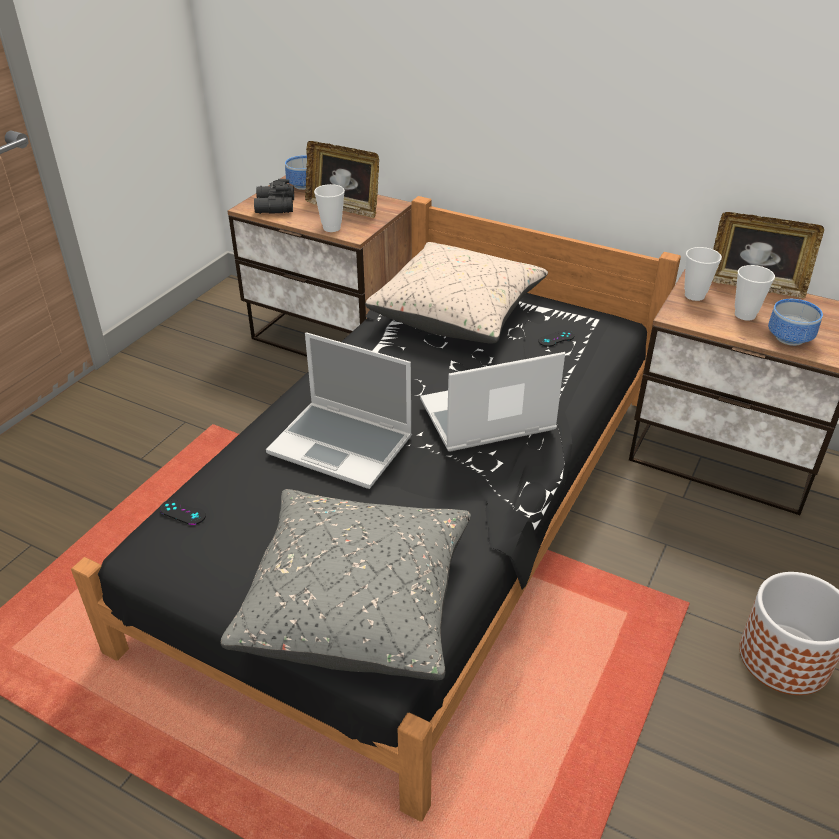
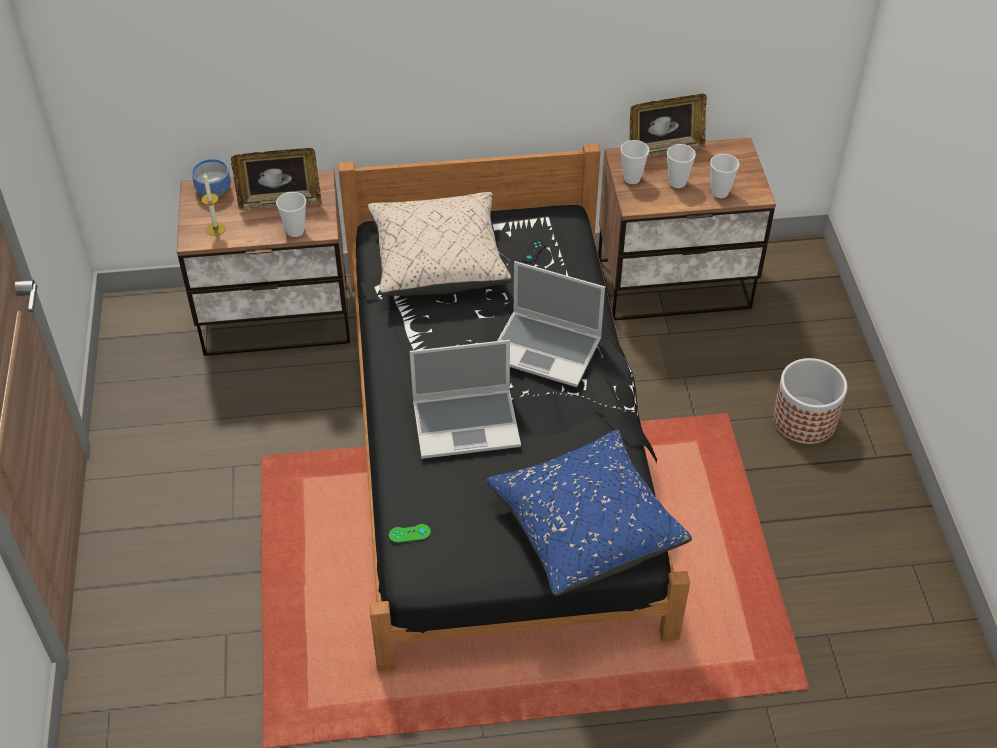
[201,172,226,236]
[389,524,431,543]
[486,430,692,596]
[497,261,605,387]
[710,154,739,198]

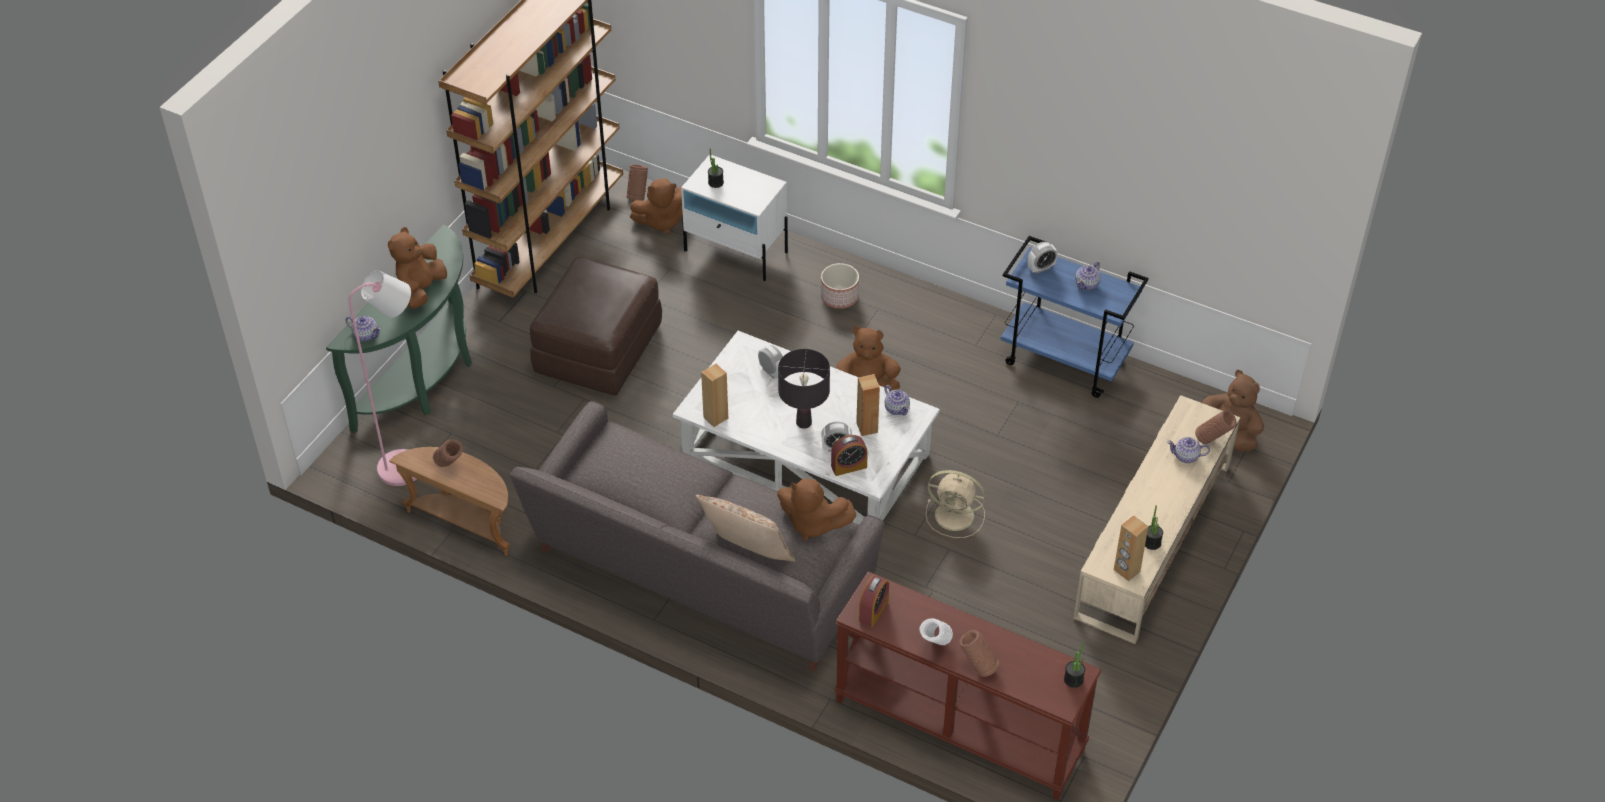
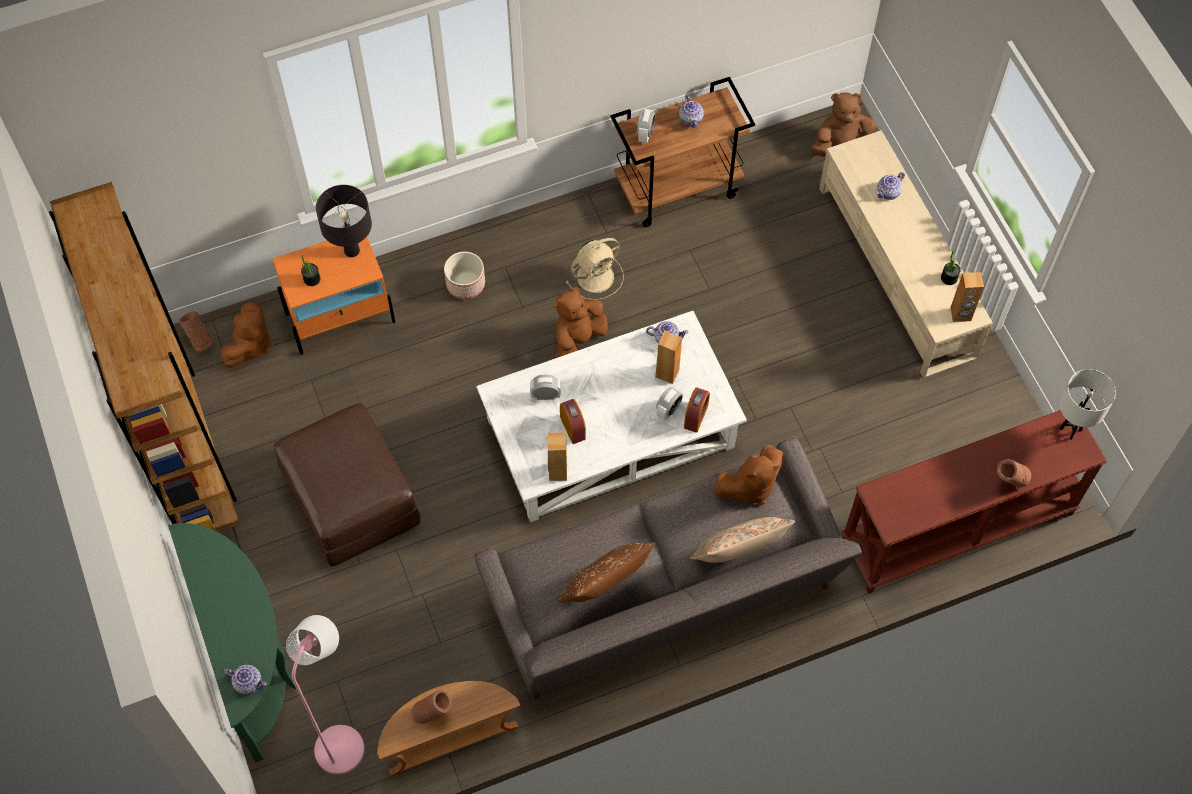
[223,665,267,695]
[272,237,395,355]
[316,185,372,257]
[559,542,655,602]
[560,399,586,444]
[566,238,624,300]
[611,77,755,227]
[1059,369,1116,440]
[388,227,447,309] (first image)
[919,618,953,645] (first image)
[1195,410,1237,444] (first image)

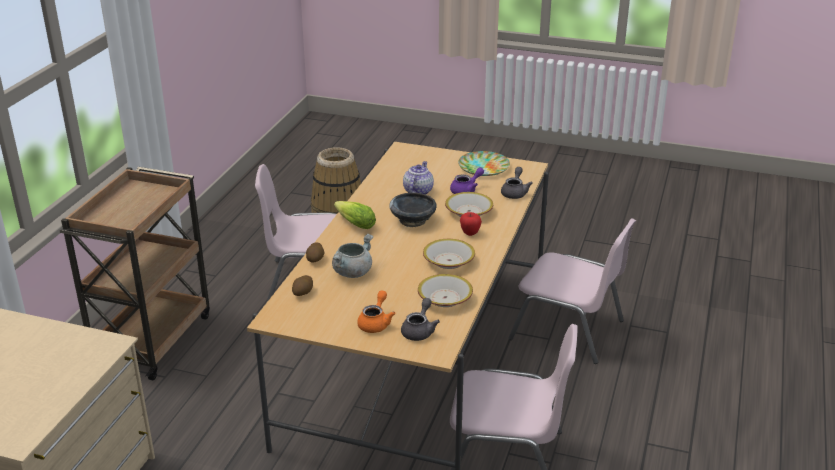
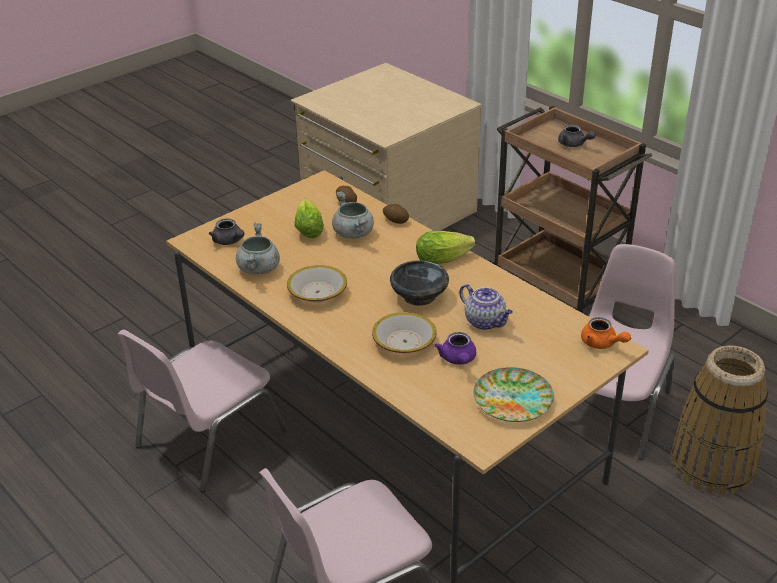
[236,223,280,274]
[294,198,324,238]
[558,124,596,147]
[581,317,631,349]
[460,212,482,236] (first image)

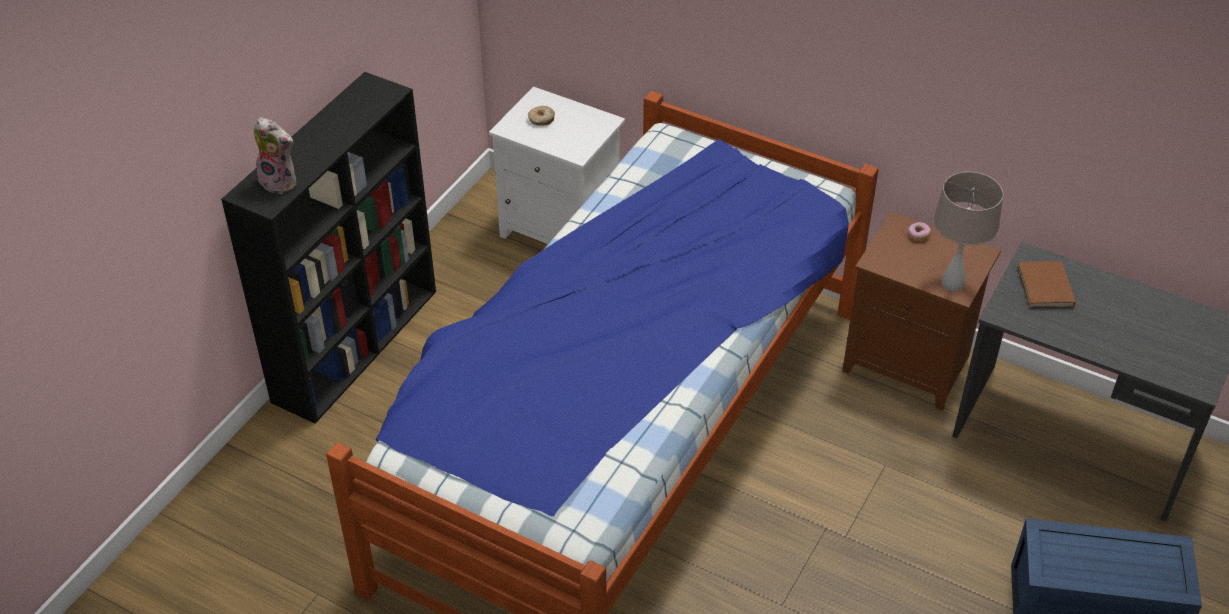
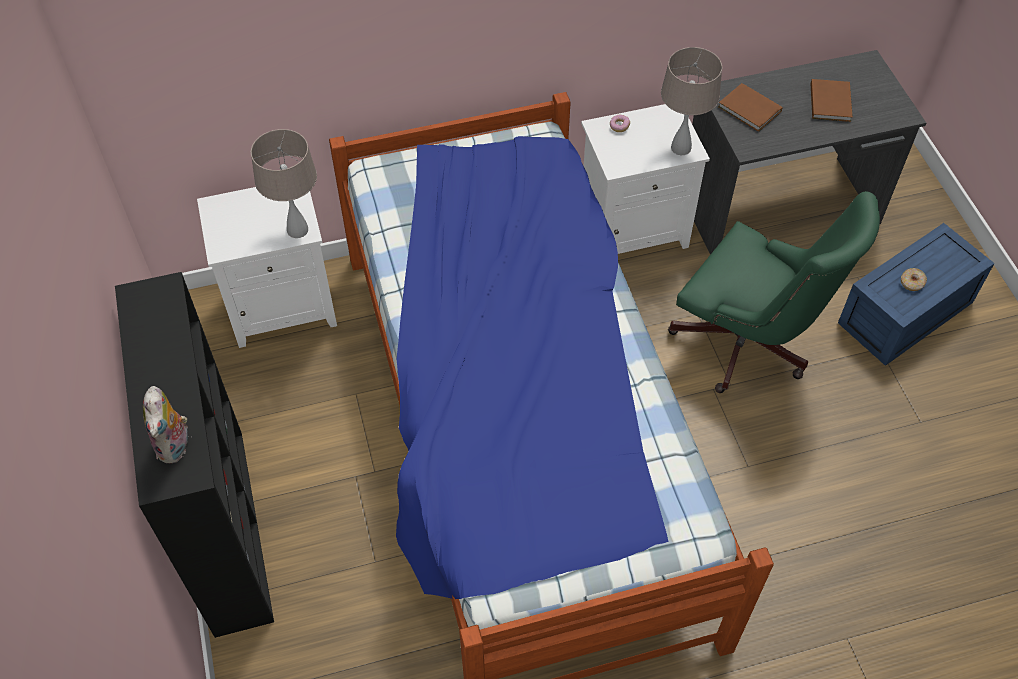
[143,386,188,464]
[251,129,317,238]
[581,104,710,254]
[668,191,880,393]
[811,79,853,122]
[901,268,927,291]

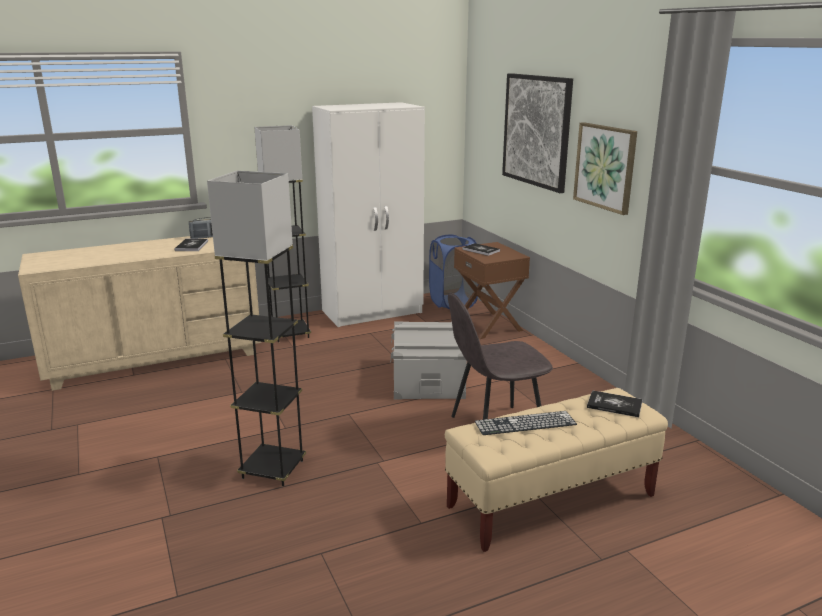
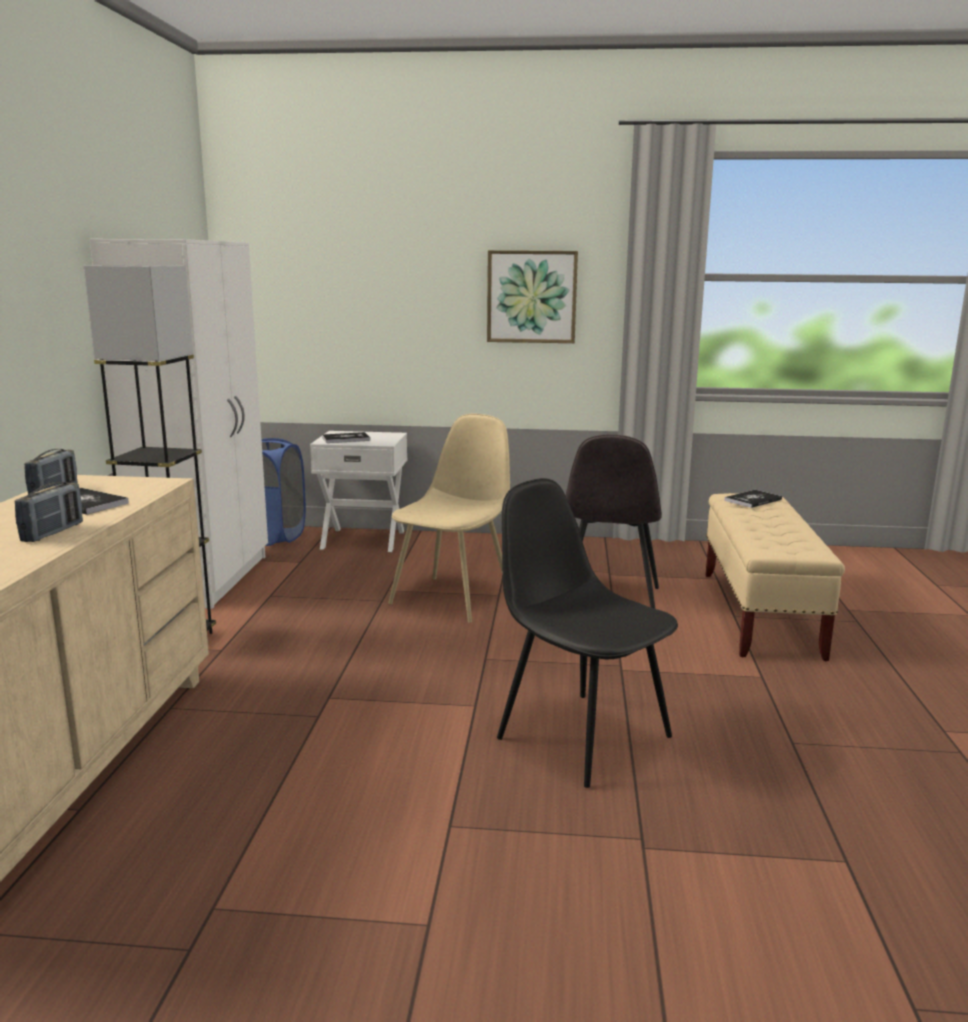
[14,482,83,542]
[310,431,407,552]
[388,414,510,623]
[497,478,678,788]
[475,411,577,435] (first image)
[502,73,573,193] (first image)

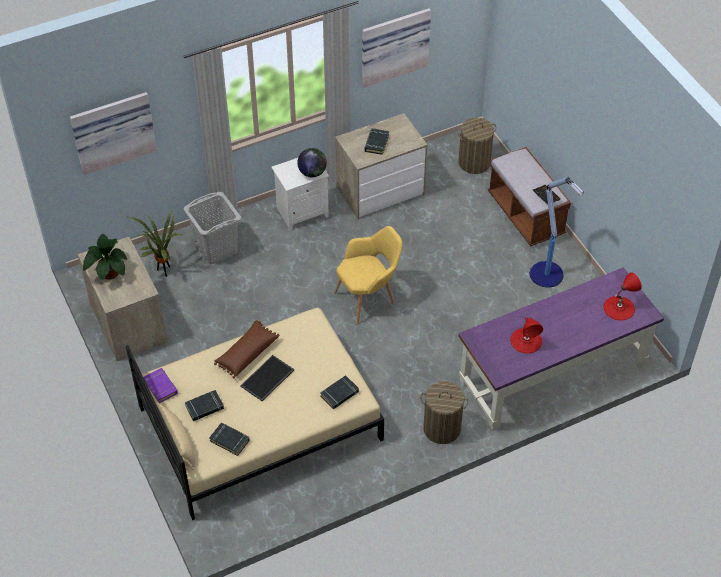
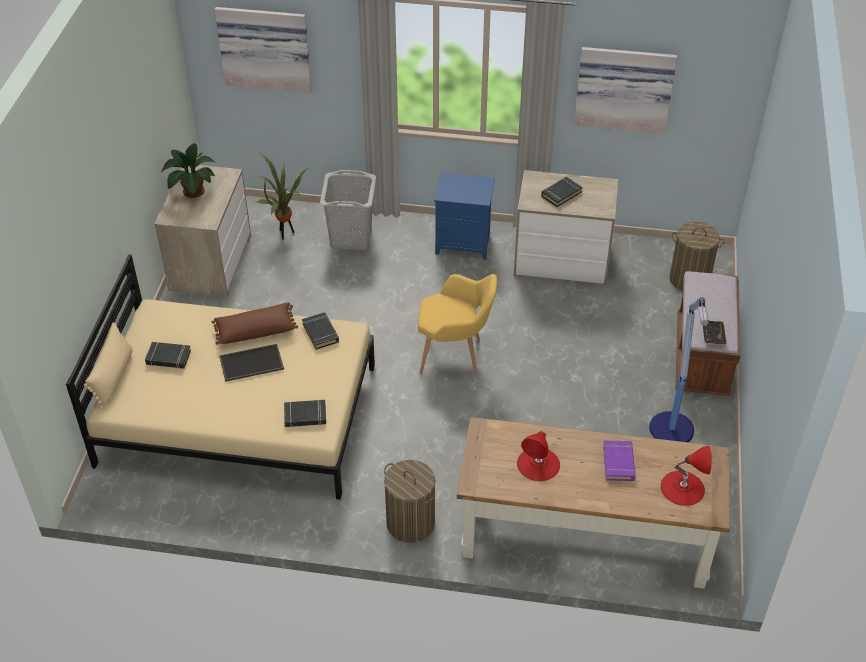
[302,312,339,350]
[434,173,495,260]
[457,417,730,589]
[603,441,636,481]
[297,148,327,177] (first image)

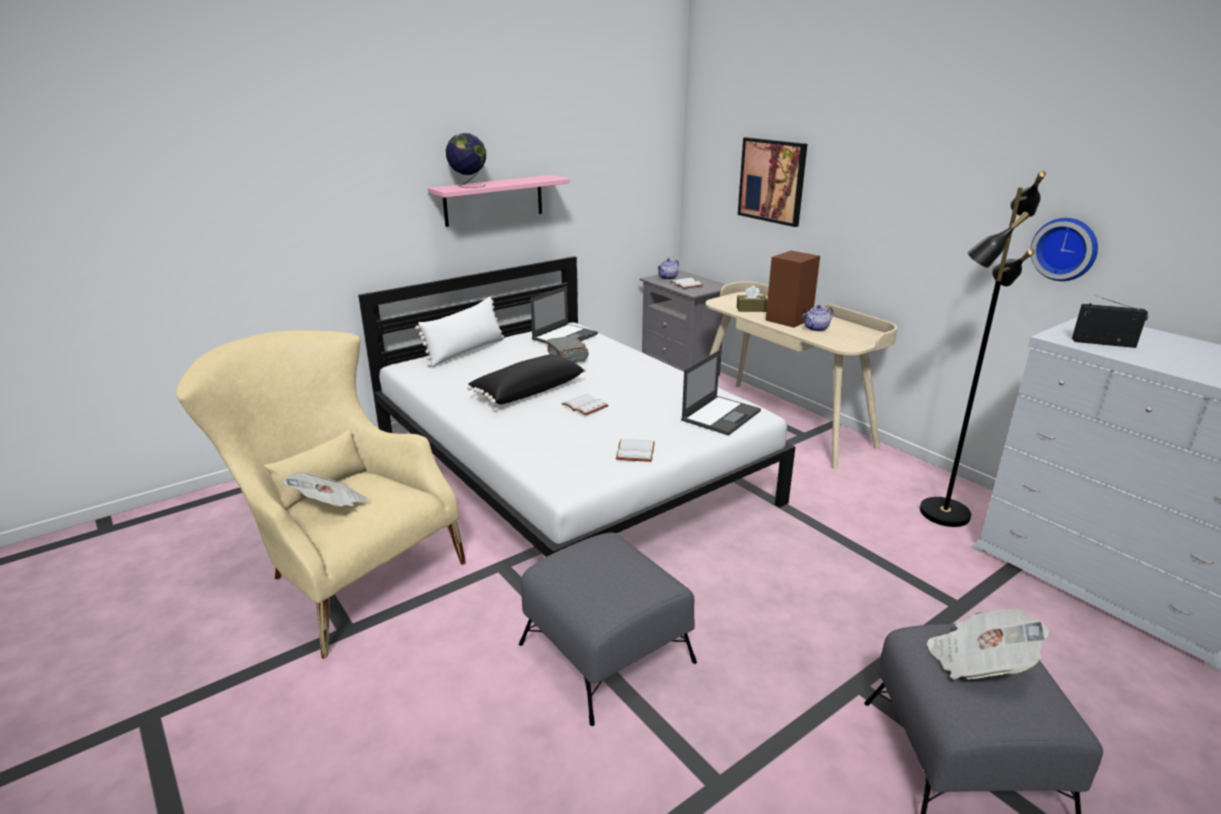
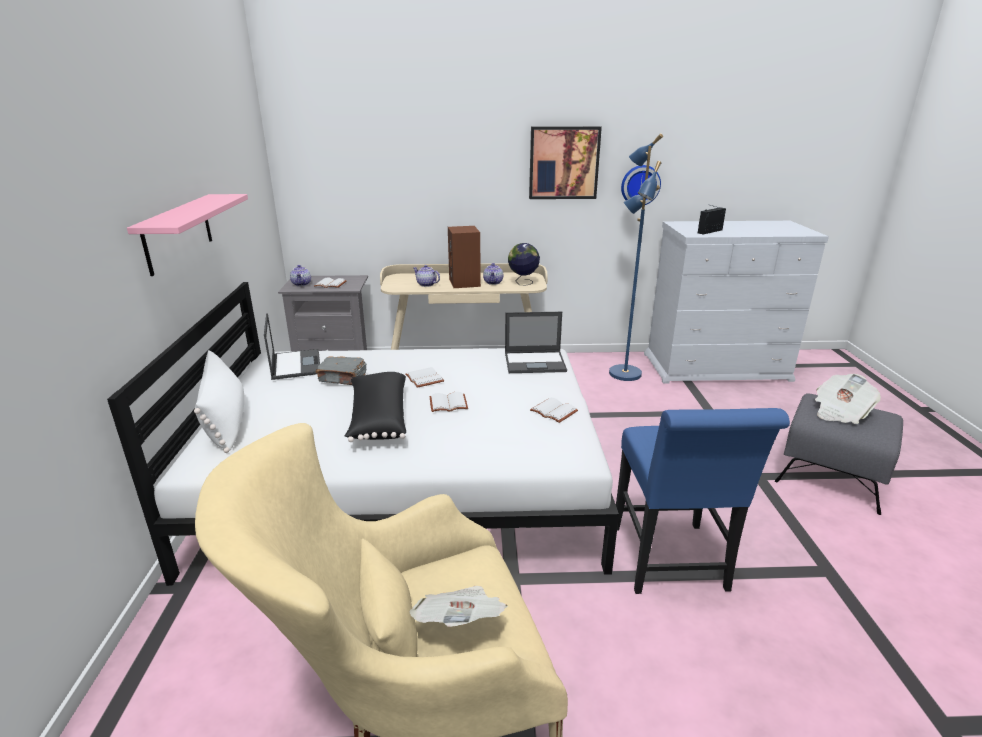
[405,367,444,388]
[413,265,440,287]
[505,312,567,373]
[508,243,540,285]
[529,126,602,199]
[609,133,663,381]
[616,408,790,594]

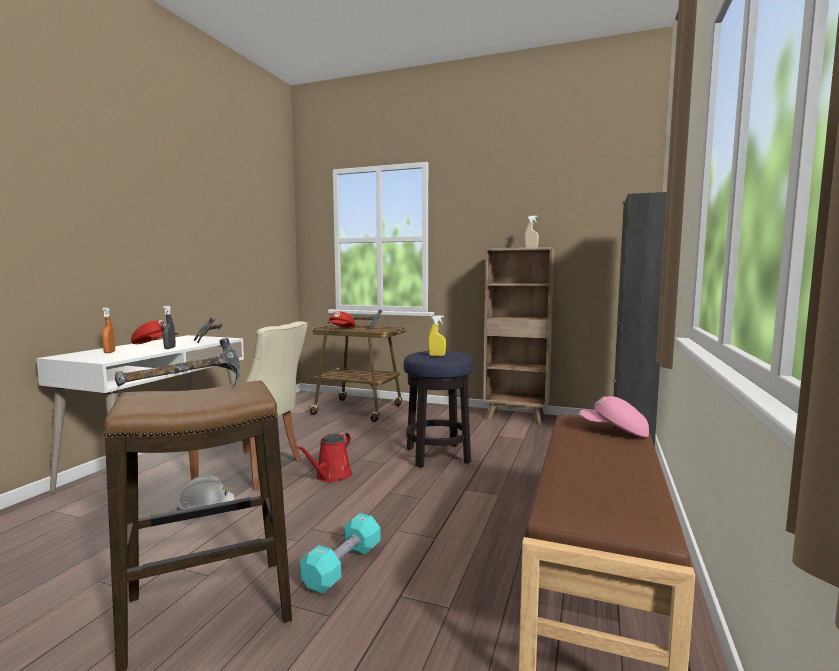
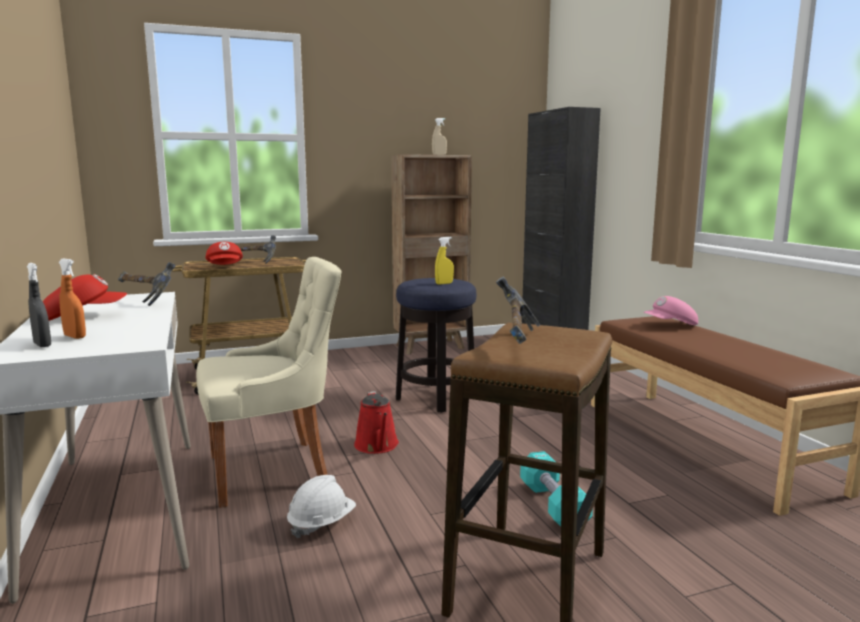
[27,263,51,347]

